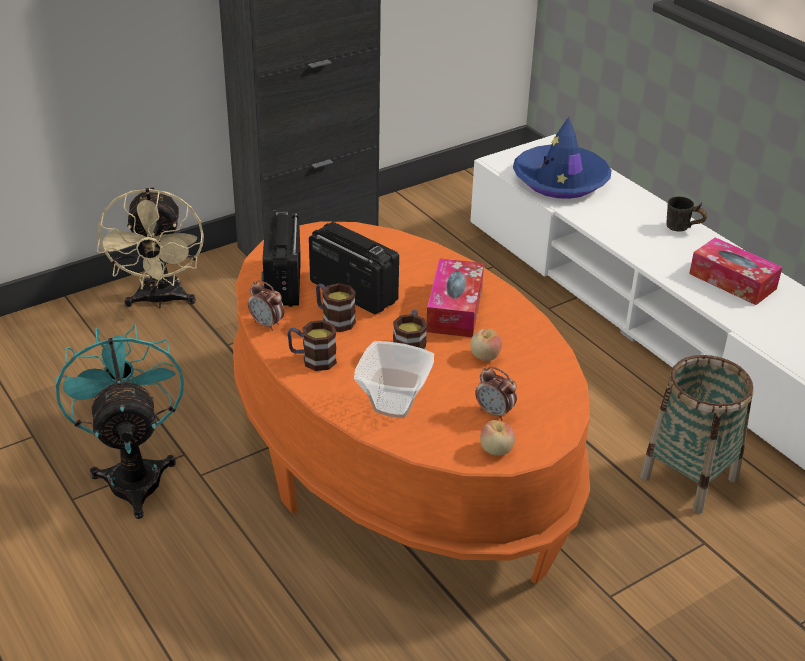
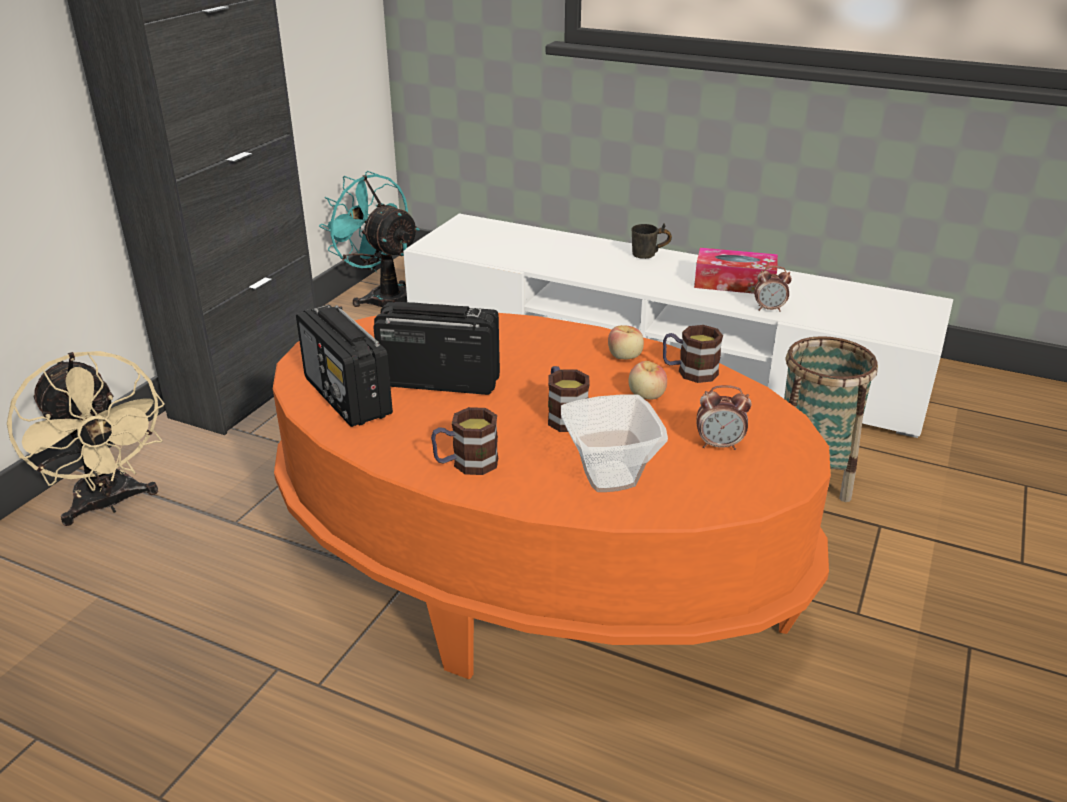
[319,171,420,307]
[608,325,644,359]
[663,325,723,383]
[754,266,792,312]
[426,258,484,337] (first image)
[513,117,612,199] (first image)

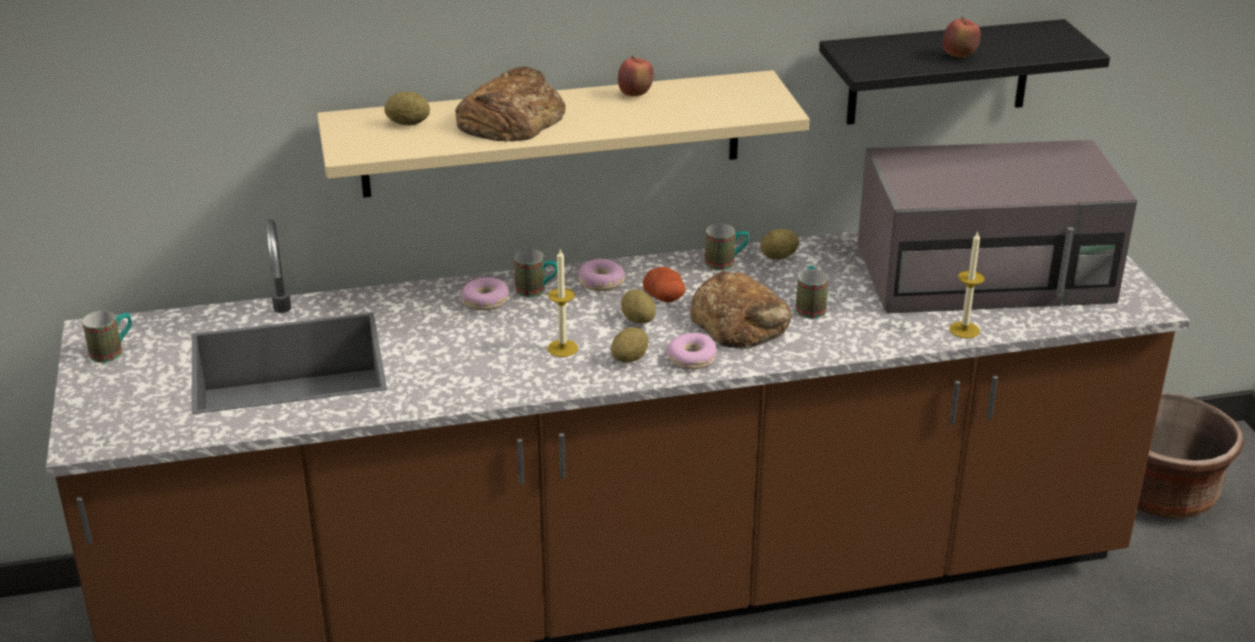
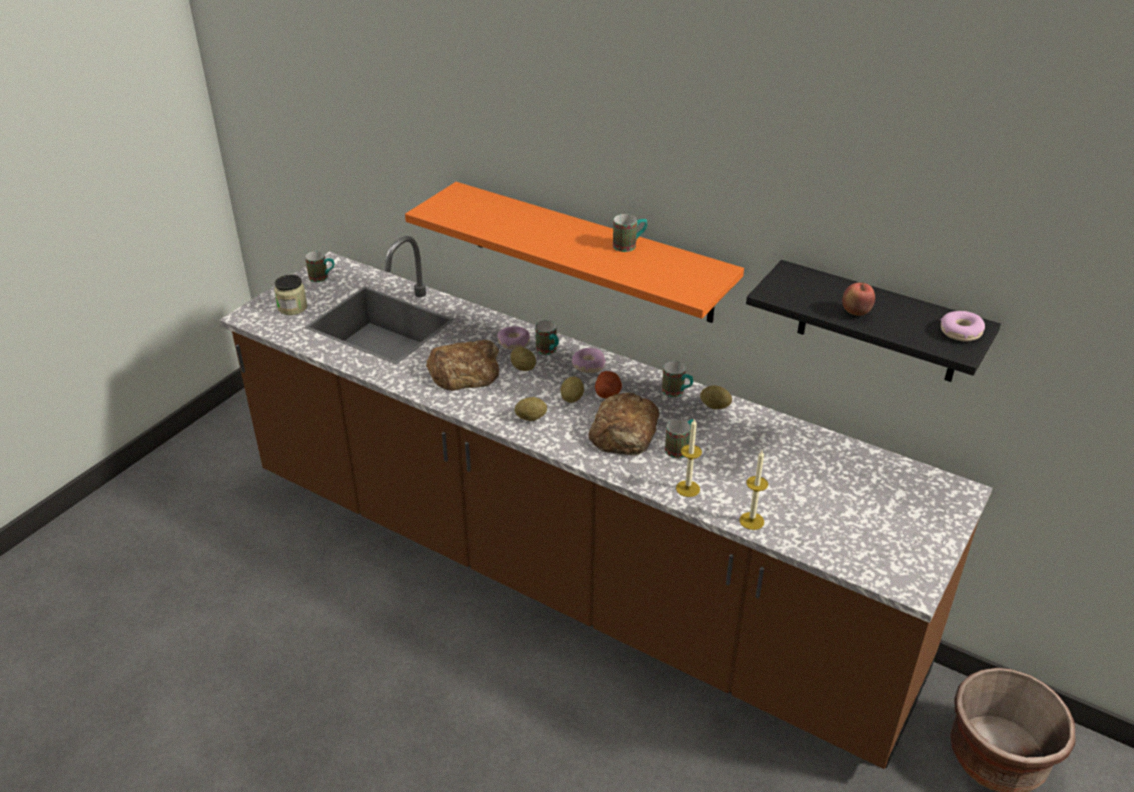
[274,275,307,315]
[405,182,744,323]
[426,340,499,391]
[510,347,536,371]
[613,214,647,252]
[676,418,702,497]
[941,311,985,341]
[858,140,1137,314] (first image)

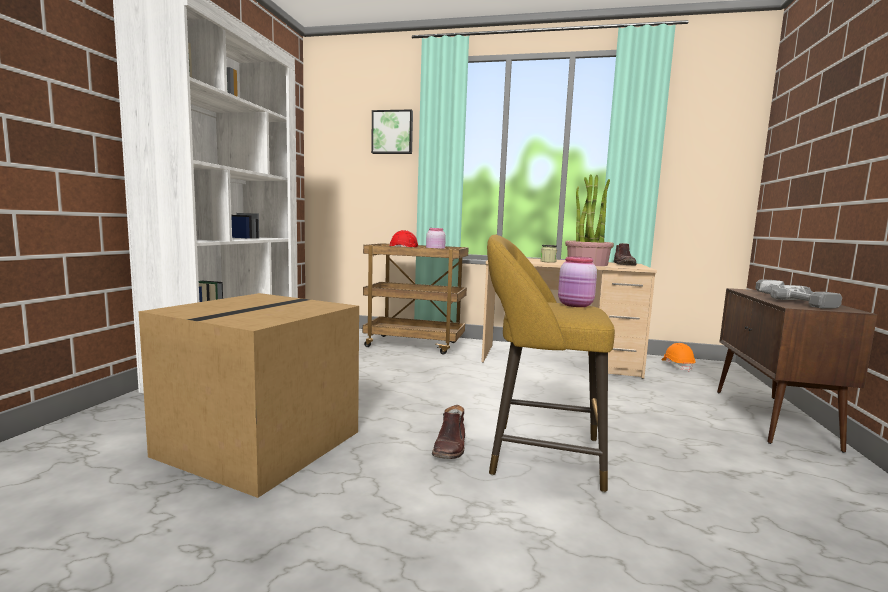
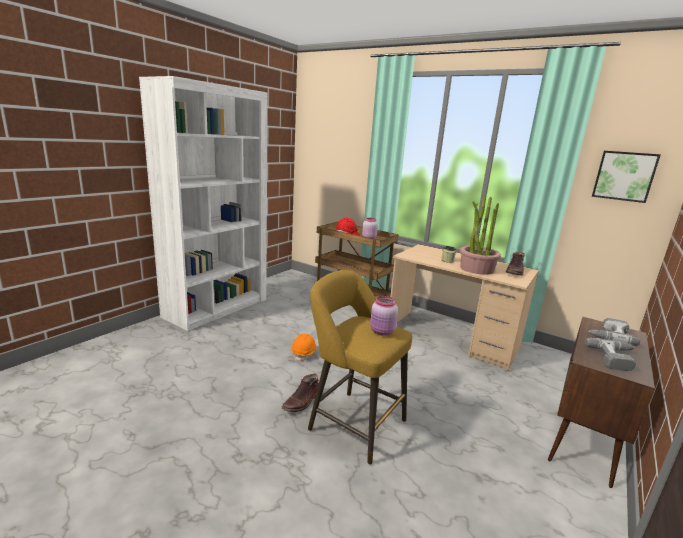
[291,334,317,362]
[592,151,661,203]
[139,293,359,498] (first image)

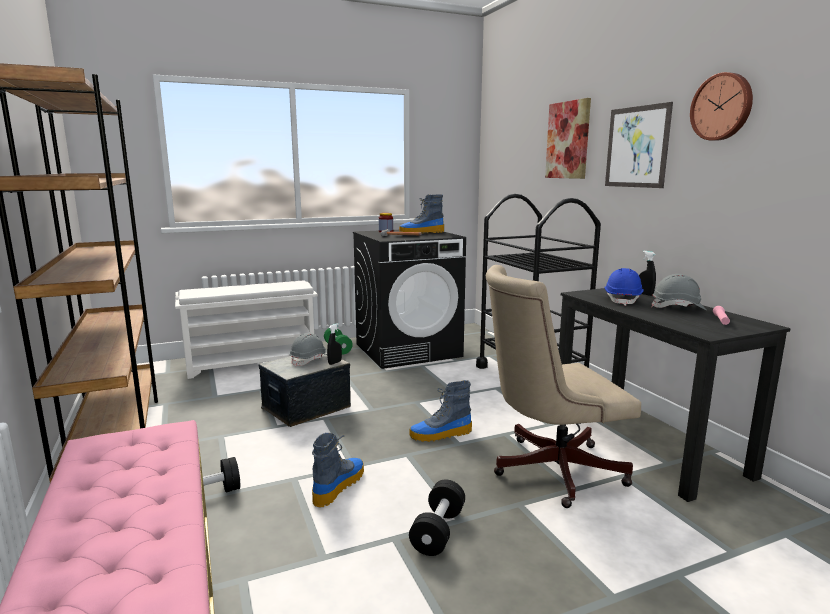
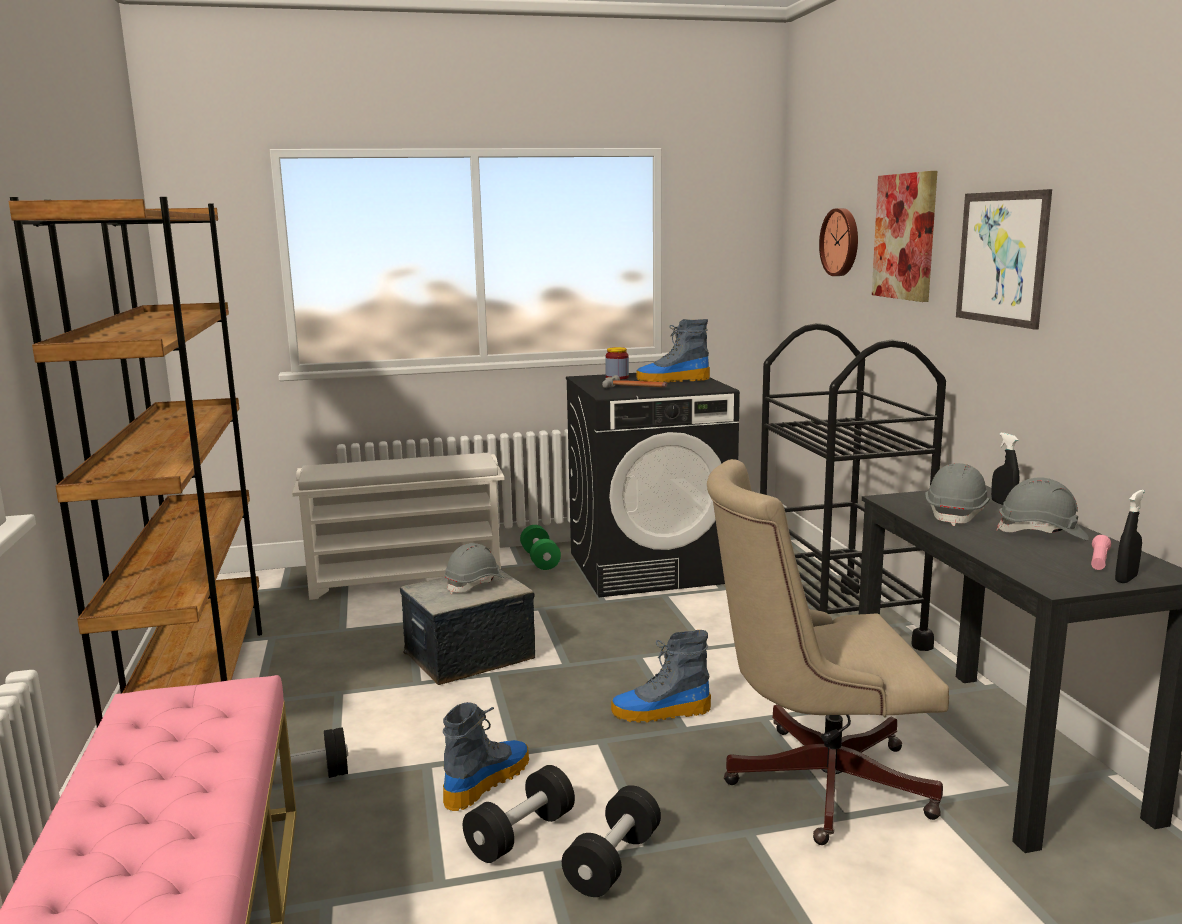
[463,765,575,863]
[819,208,858,276]
[925,463,990,526]
[1115,490,1145,583]

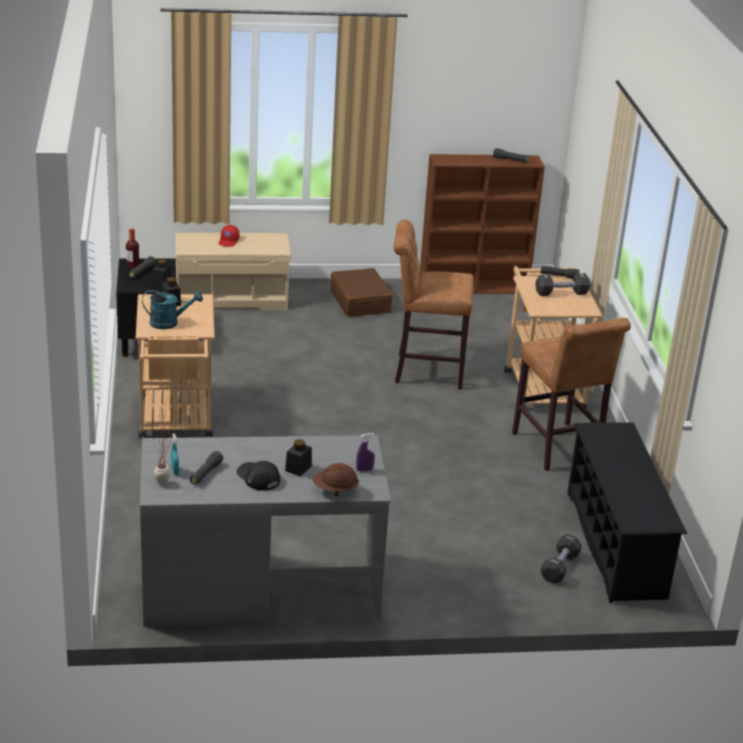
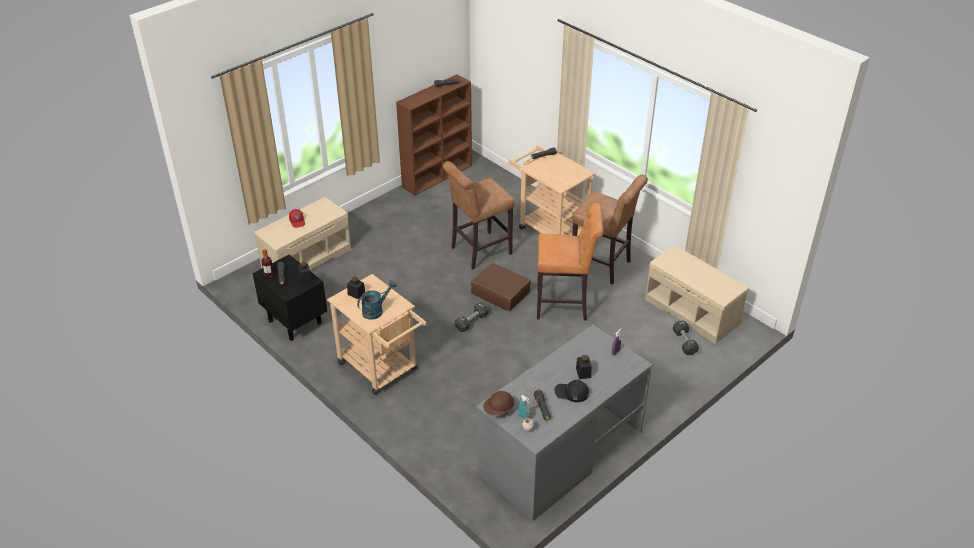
[455,302,488,332]
[471,263,531,311]
[483,391,514,415]
[537,203,604,320]
[645,245,749,344]

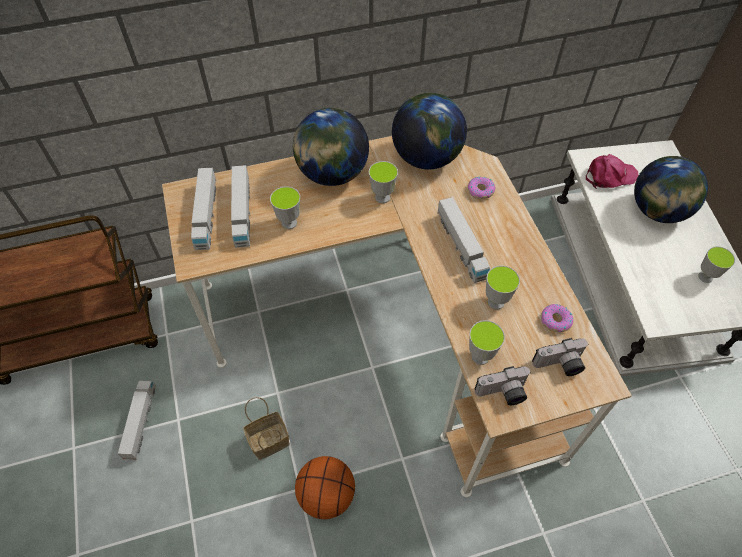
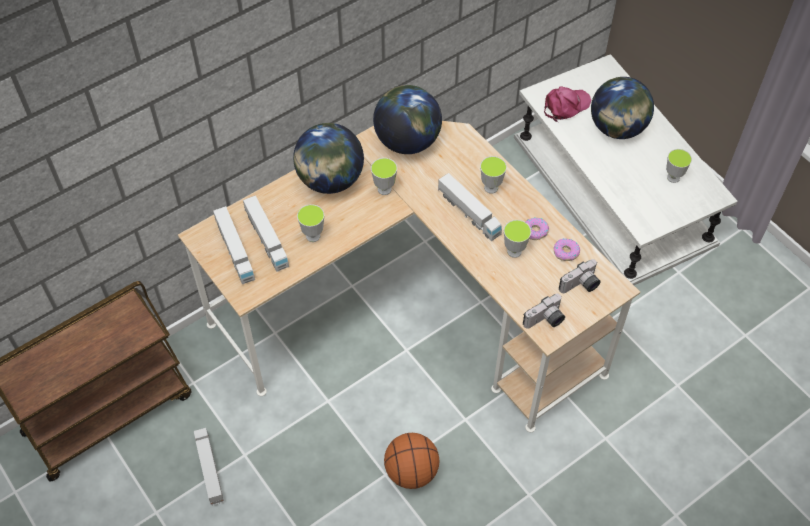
[480,156,507,194]
[525,217,549,240]
[243,397,290,460] (first image)

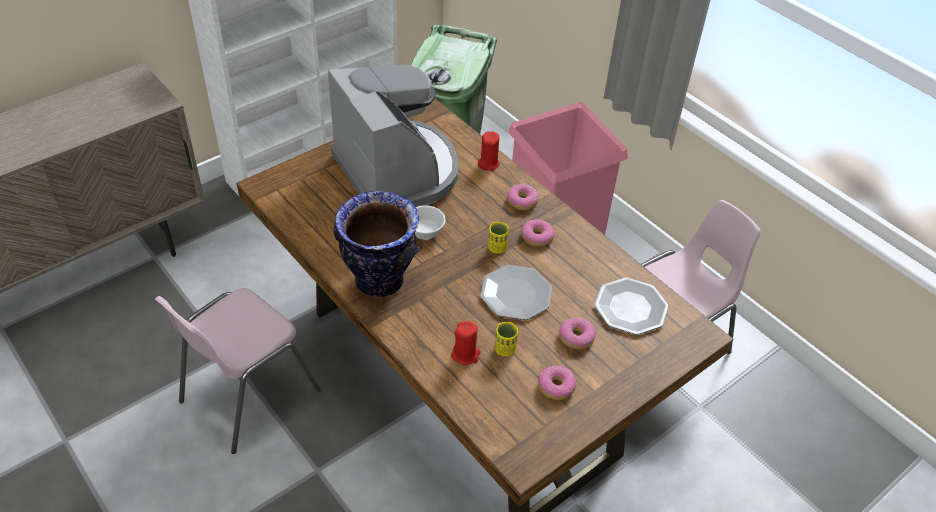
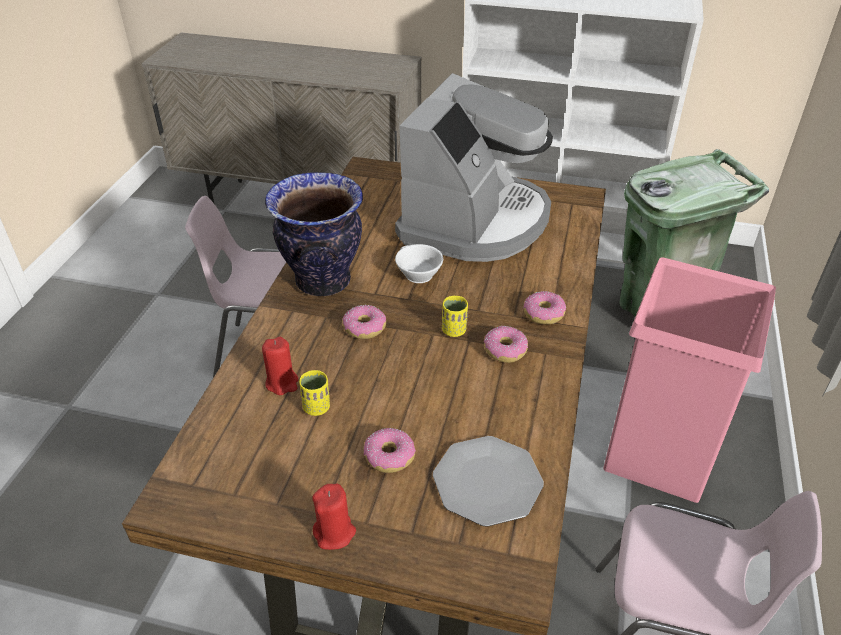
[312,483,356,550]
[342,305,386,339]
[480,265,552,320] (first image)

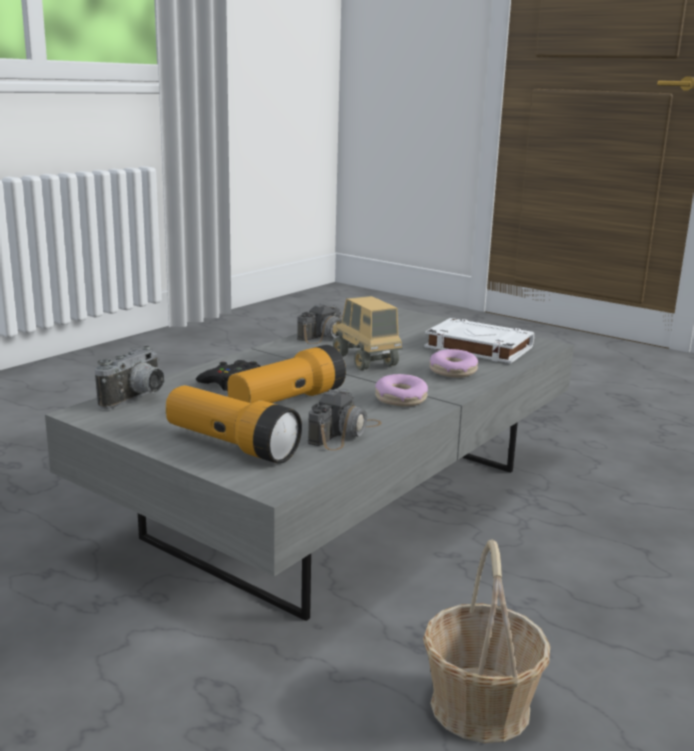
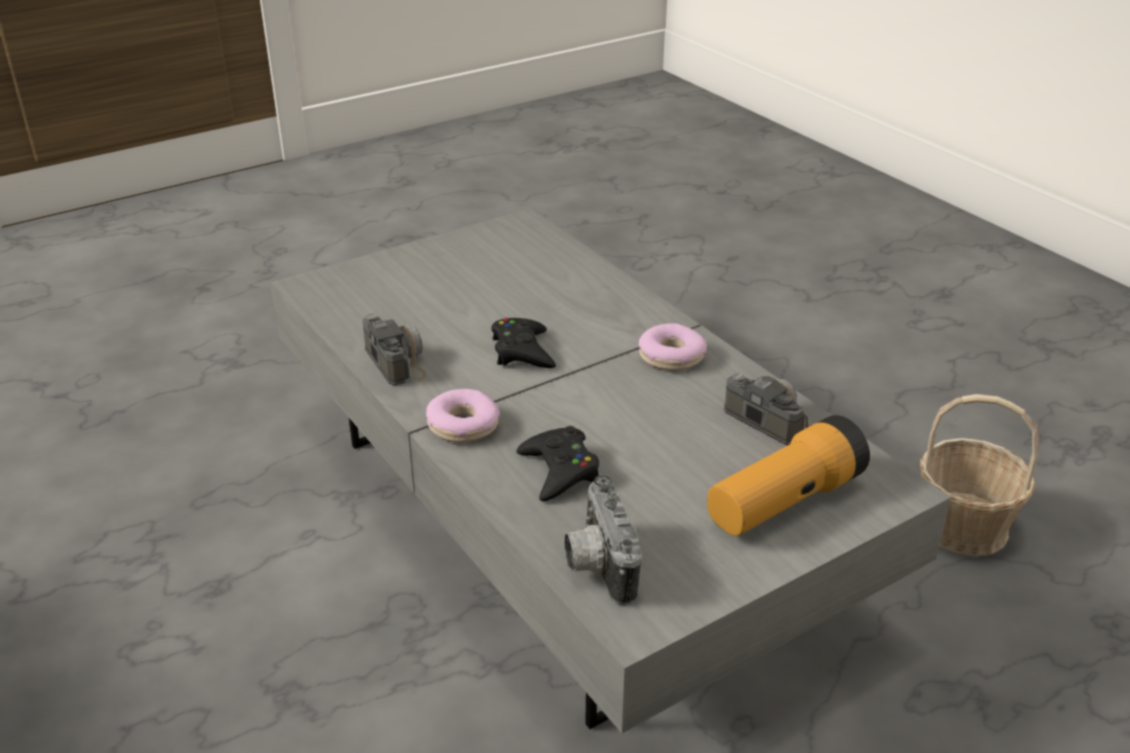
[426,389,500,443]
[492,318,556,368]
[564,475,642,606]
[227,345,346,403] (first image)
[424,318,534,363] (first image)

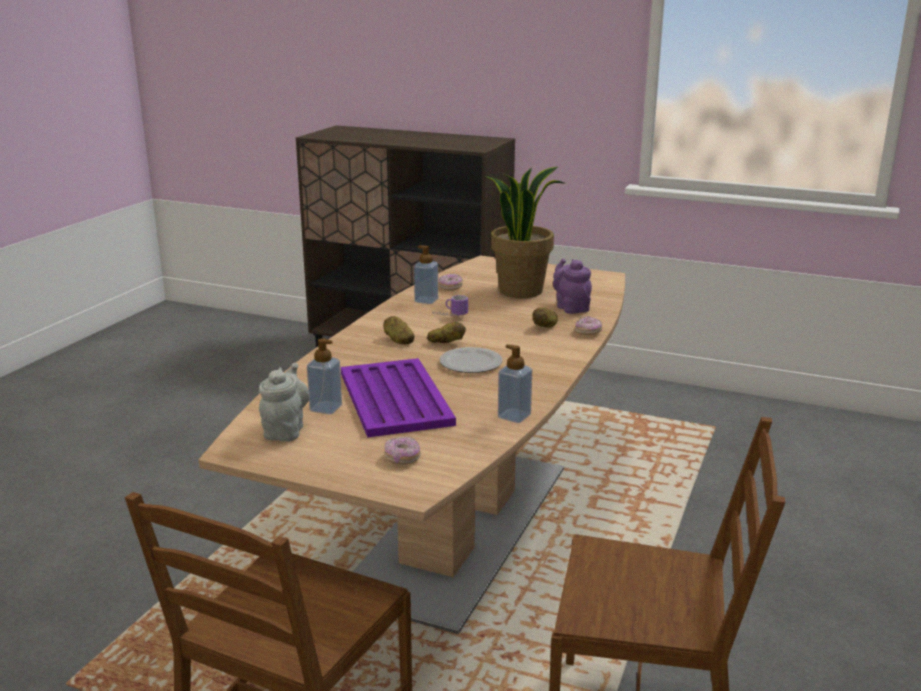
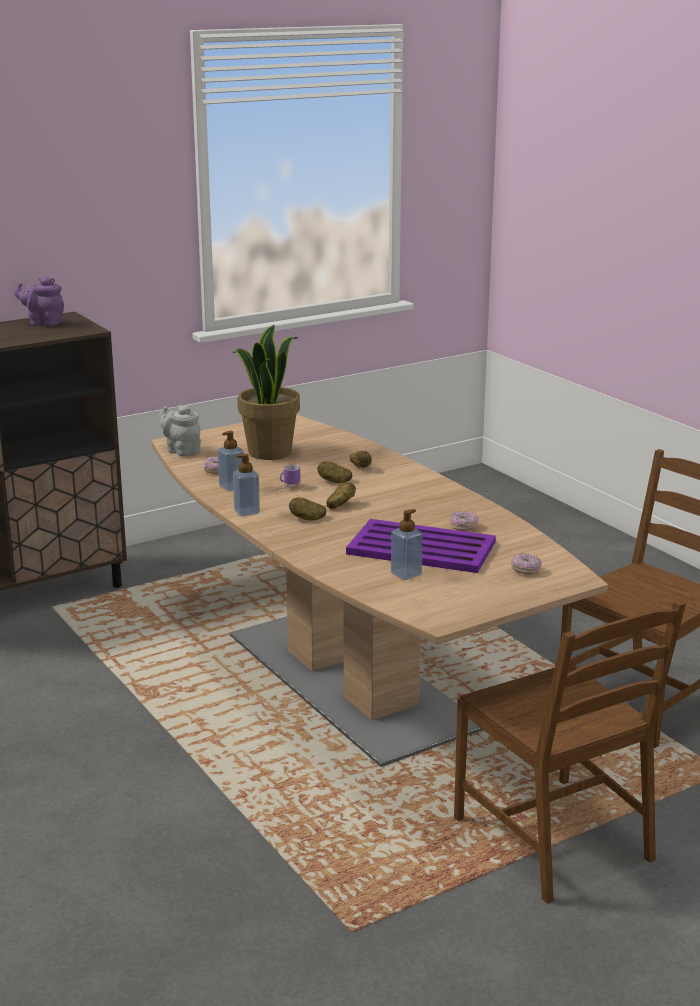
[14,277,64,327]
[159,405,201,456]
[233,454,260,516]
[317,461,352,483]
[450,511,479,531]
[440,347,502,373] (first image)

